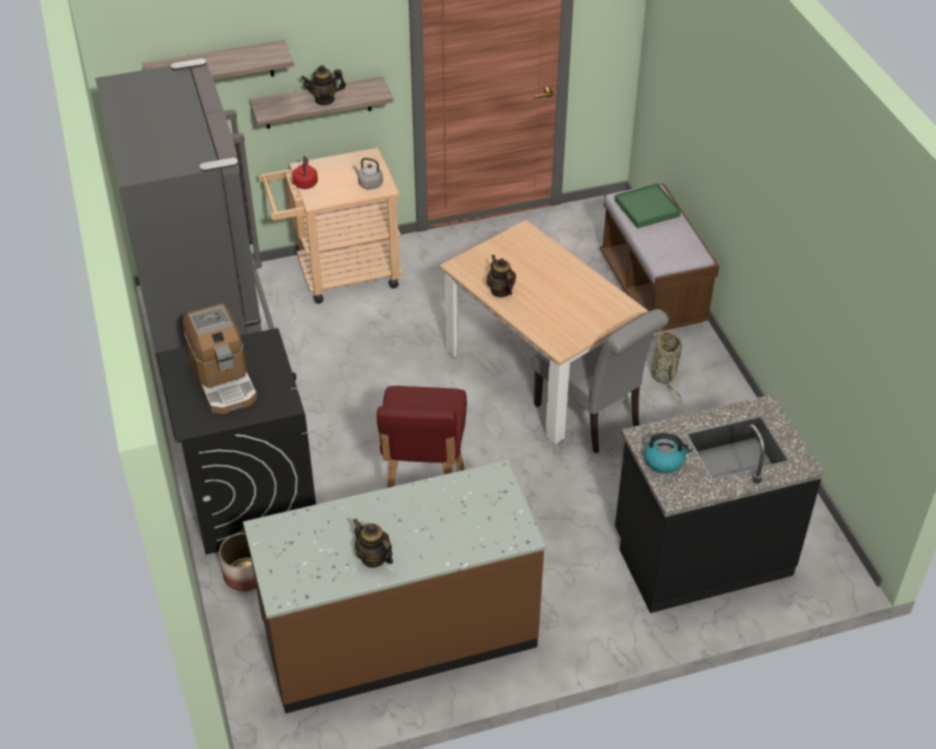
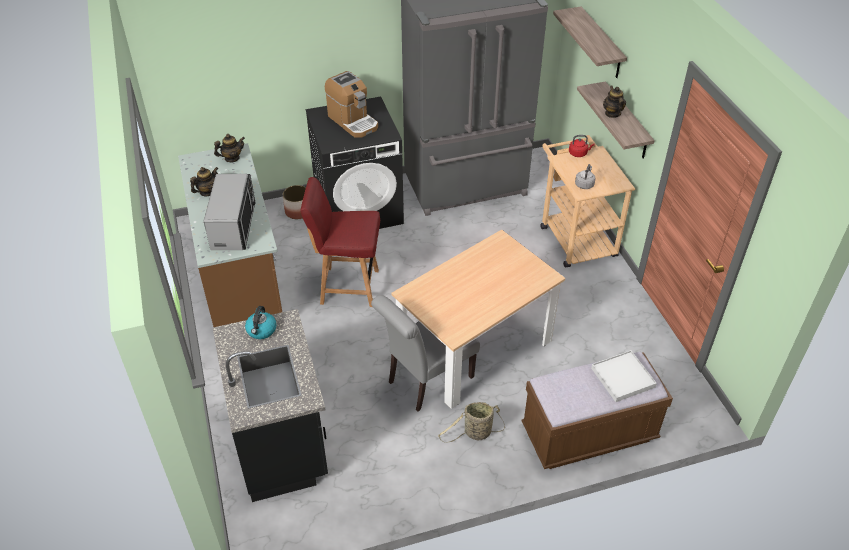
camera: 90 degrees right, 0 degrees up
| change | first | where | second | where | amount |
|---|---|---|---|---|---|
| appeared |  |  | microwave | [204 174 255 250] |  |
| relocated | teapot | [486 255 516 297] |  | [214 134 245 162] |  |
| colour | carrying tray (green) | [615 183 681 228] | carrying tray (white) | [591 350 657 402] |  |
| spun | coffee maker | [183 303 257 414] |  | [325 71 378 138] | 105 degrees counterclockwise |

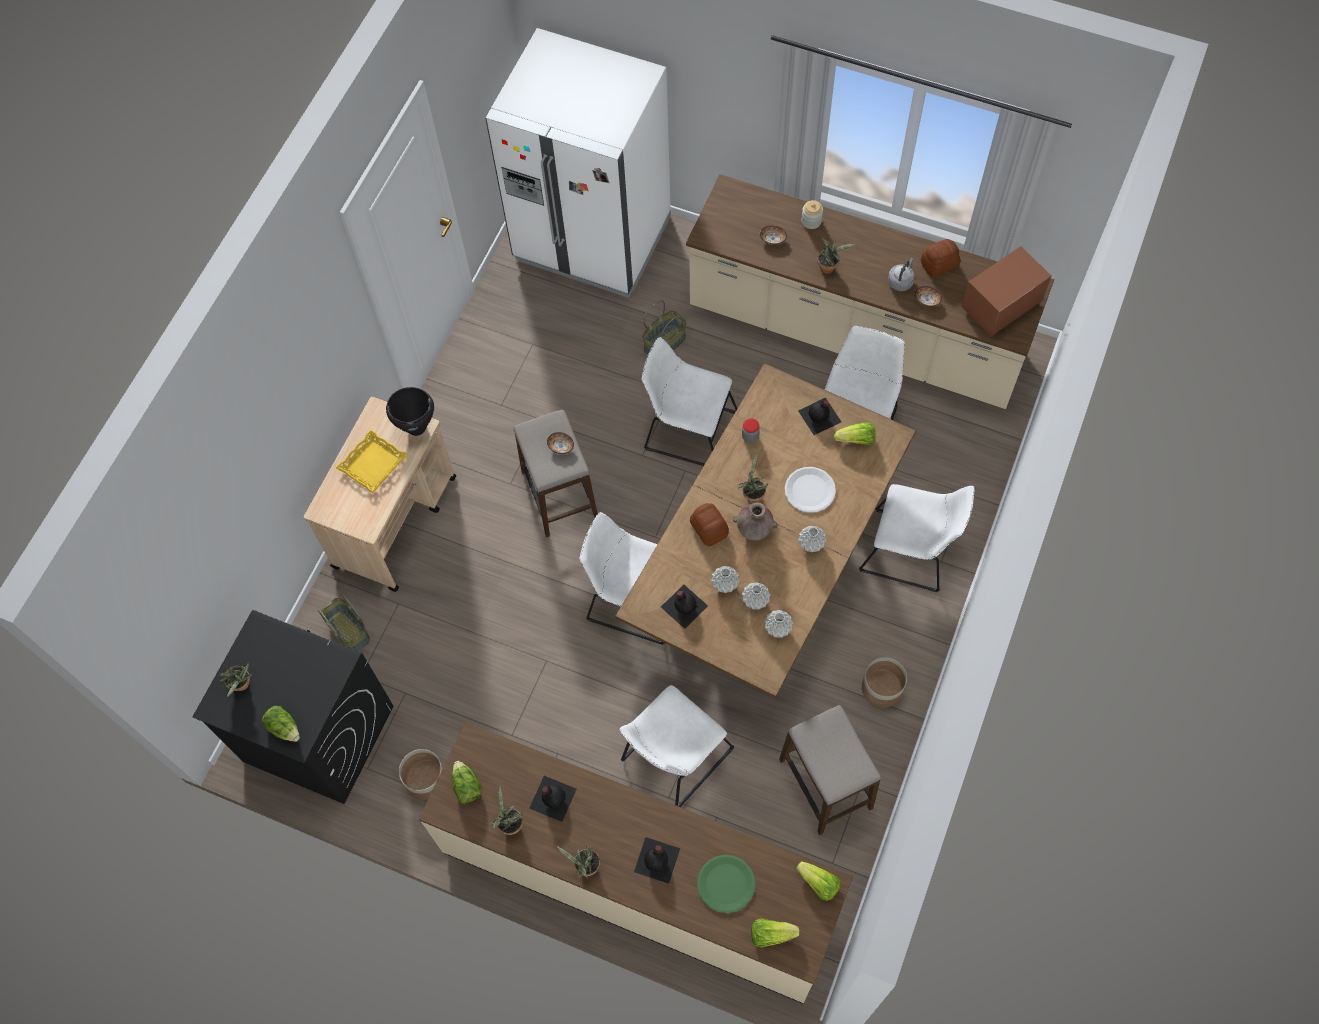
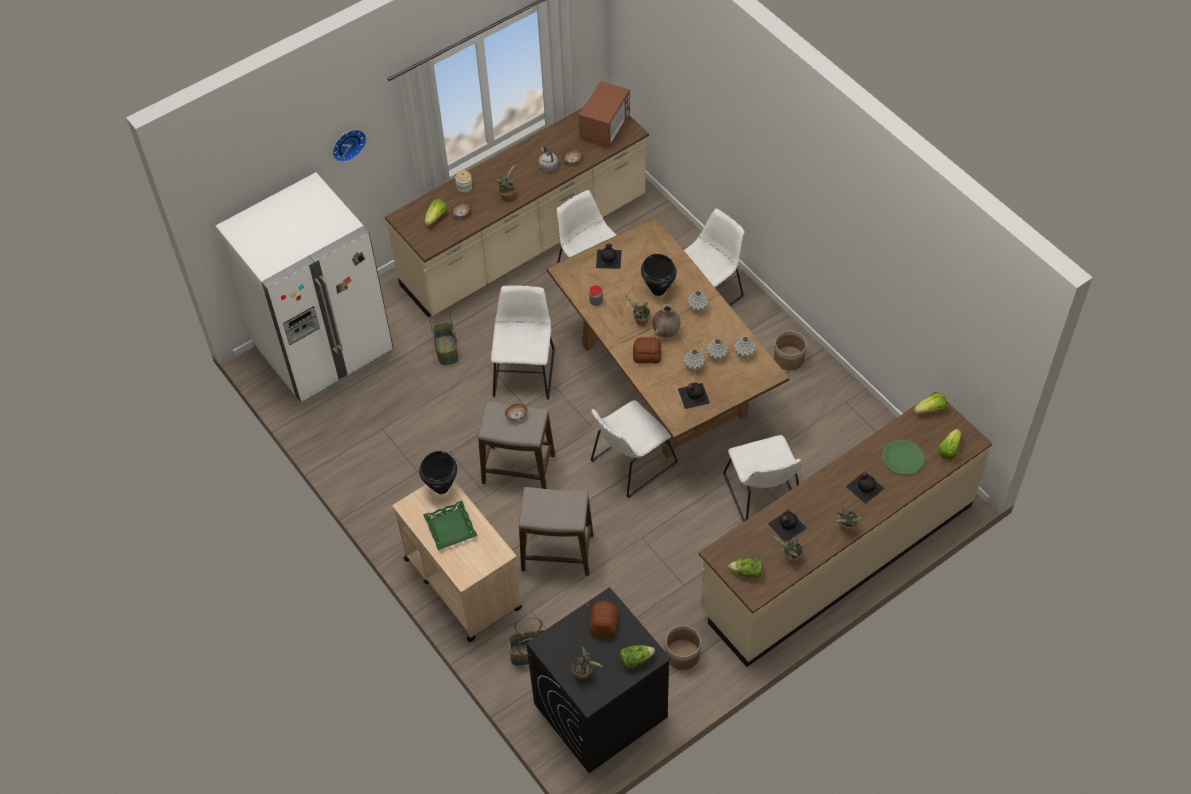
camera: 60 degrees left, 10 degrees down
| change | first | where | second | where | amount |
|---|---|---|---|---|---|
| appeared |  |  | clock on the wall | [332 129 366 162] |  |
| relocated | stool seat | [779 705 881 835] |  | [519 487 593 576] |  |
| relocated | head of lettuce | [834 422 875 445] |  | [424 199 447 226] |  |
| relocated | baked bread | [921 239 960 277] |  | [590 601 617 638] |  |
| exchanged | dinner plate (white) | [785 467 836 513] | saucepot (blackish) | [641 254 677 296] |  |
| colour | carrying tray (yellowish) | [336 430 408 493] | carrying tray (green) | [423 501 478 550] |  |
| spun | chair (white) | [641 337 737 466] |  | [491 285 555 400] | 135 degrees clockwise |
| spun | microwave | [961 246 1051 336] |  | [578 81 630 147] | 150 degrees counterclockwise |

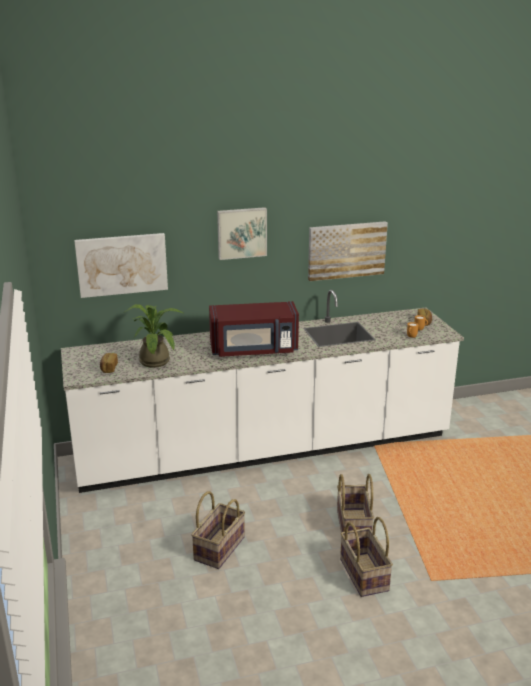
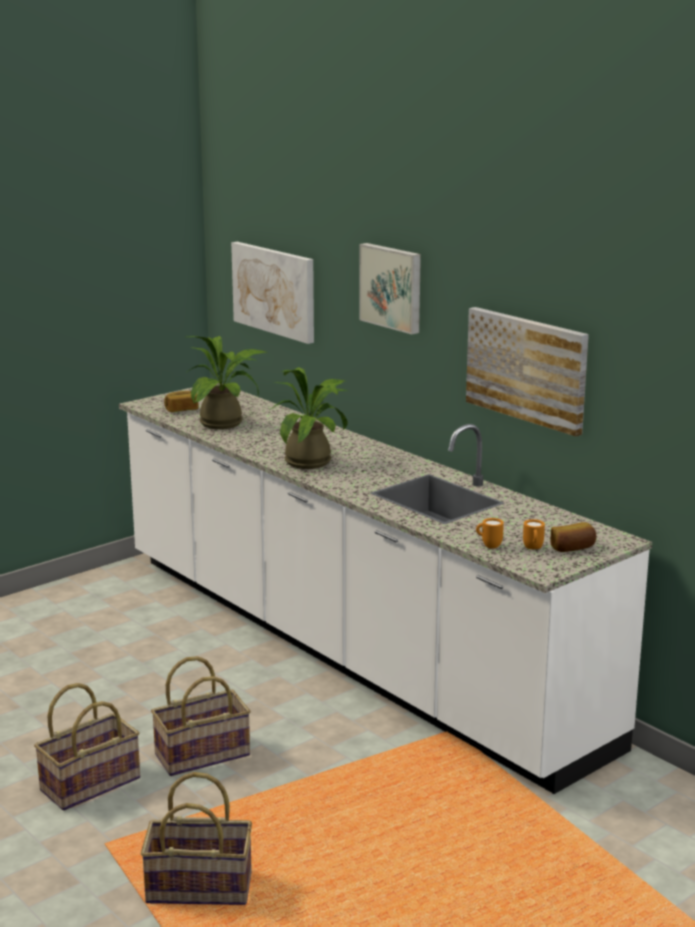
camera: 65 degrees right, 5 degrees down
| change | first | where | second | where | amount |
|---|---|---|---|---|---|
| relocated | basket | [191 491 245 569] |  | [140 772 252 905] |  |
| exchanged | microwave (reddish) | [209 301 299 357] | houseplant | [269 367 348 469] |  |

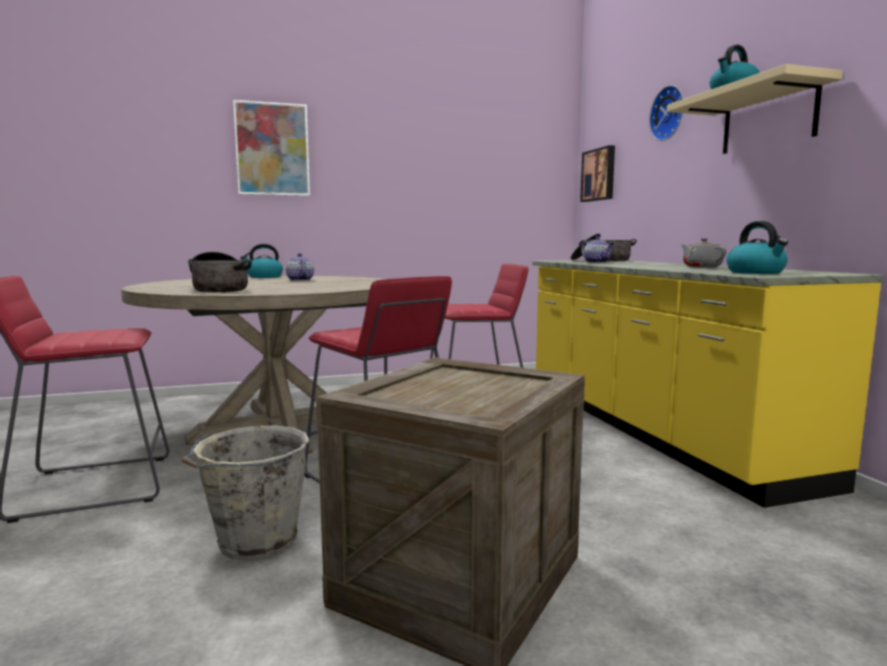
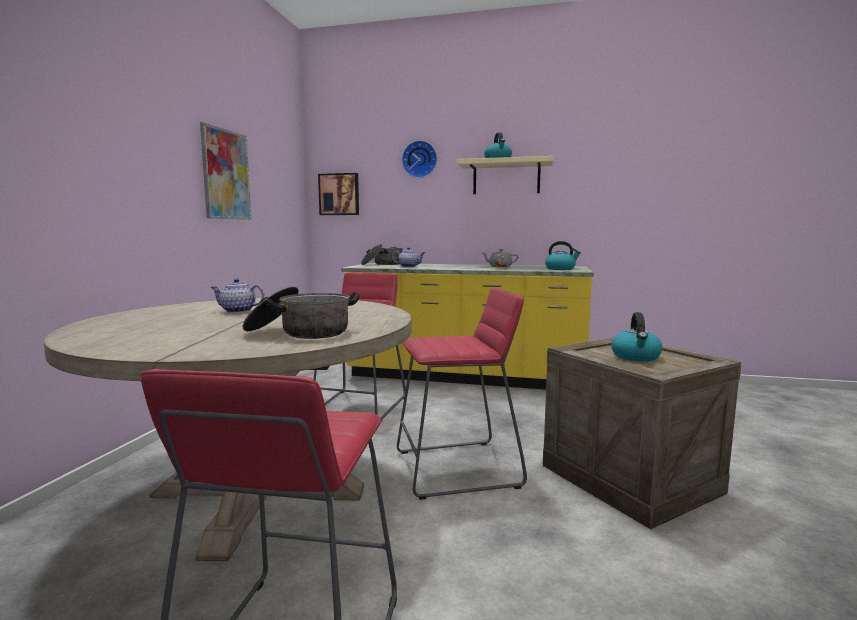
camera: 60 degrees left, 0 degrees up
| change | first | where | second | where | amount |
|---|---|---|---|---|---|
| missing | water bucket (gray) | [182 426 310 561] |  |  |  |
| relocated | wall art | [233 100 310 196] |  | [200 122 251 220] |  |
| relocated | kettle | [240 244 283 278] |  | [611 312 663 362] |  |

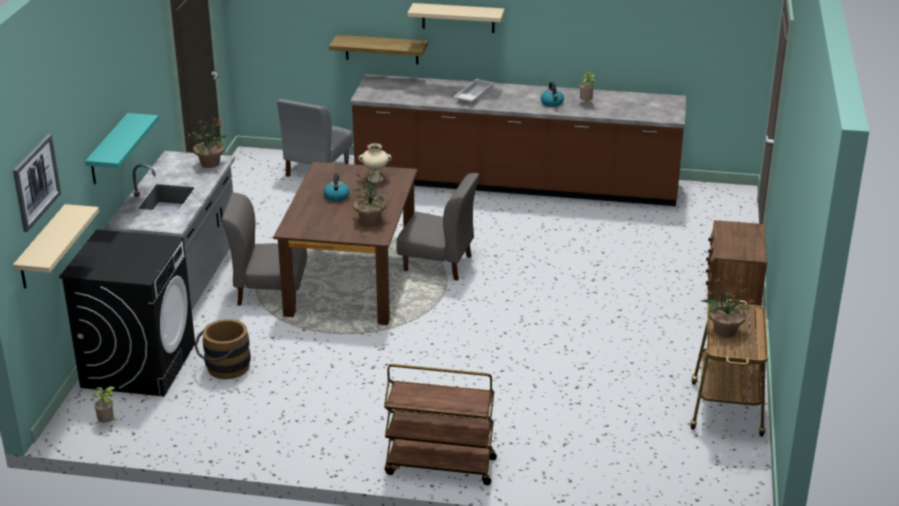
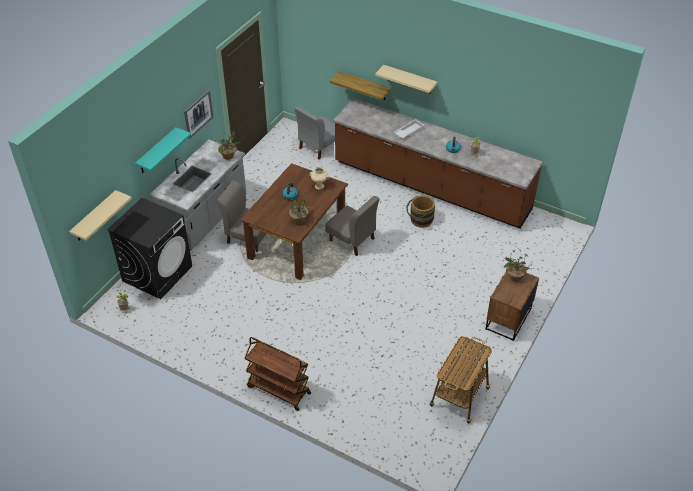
camera: 20 degrees right, 15 degrees up
| change | first | where | second | where | amount |
|---|---|---|---|---|---|
| relocated | wall art | [13 134 61 232] |  | [184 90 213 139] |  |
| relocated | water bucket (brown) | [194 319 251 379] |  | [406 195 435 228] |  |
| relocated | houseplant | [702 275 754 338] |  | [504 249 529 282] |  |

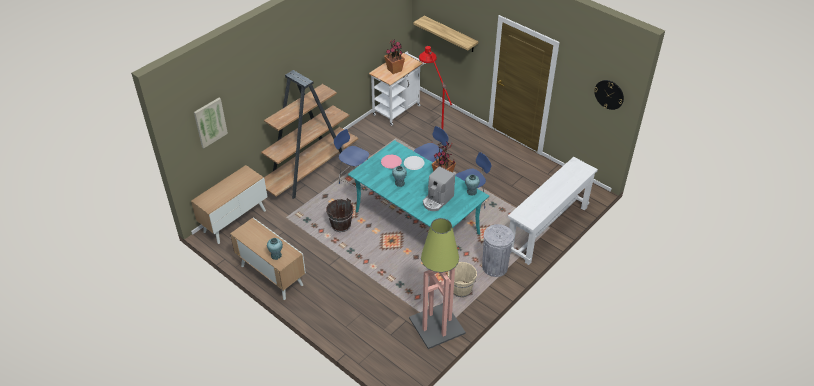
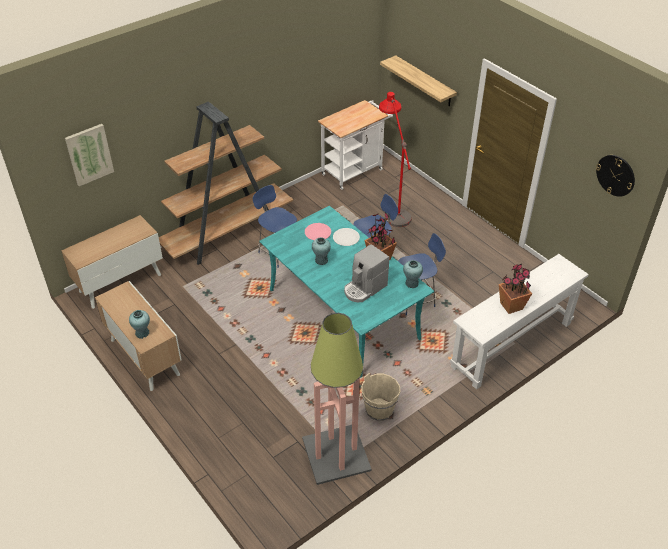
camera: 10 degrees right, 0 degrees up
| change | first | where | second | where | amount |
|---|---|---|---|---|---|
| missing | water bucket (brown) | [326 198 353 232] |  |  |  |
| missing | trash can (gray) | [482 224 514 277] |  |  |  |
| relocated | houseplant | [384 39 405 74] |  | [499 264 532 314] |  |

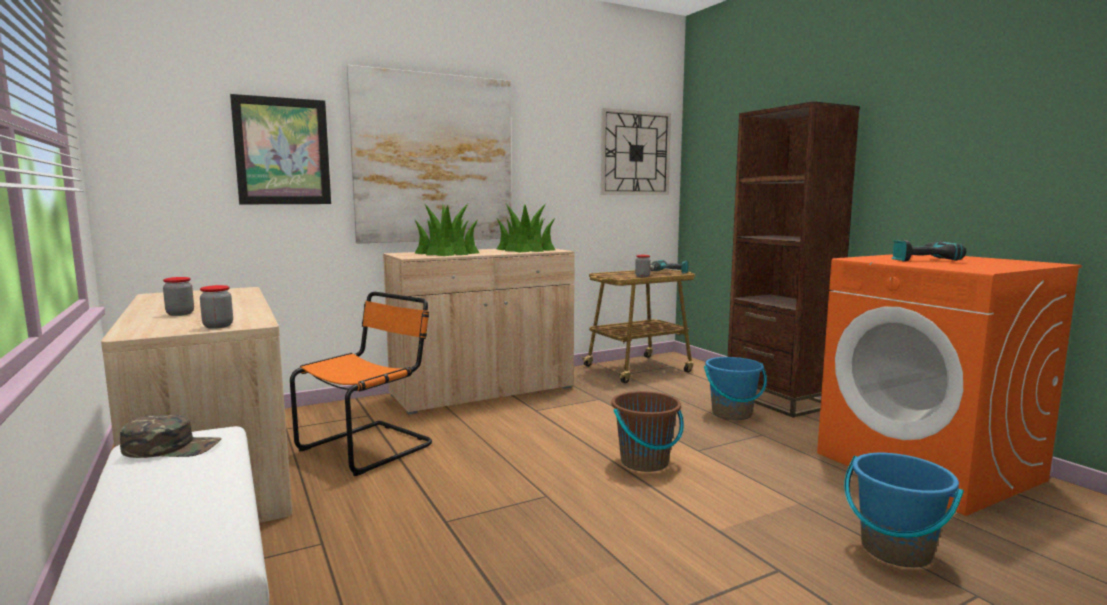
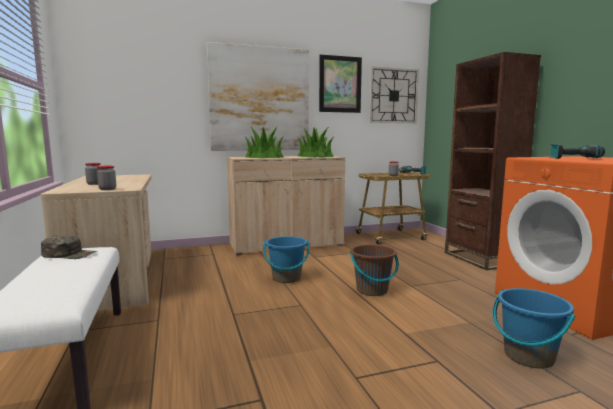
camera: 10 degrees right, 0 degrees up
| change | first | where | second | where | amount |
|---|---|---|---|---|---|
| missing | chair (orange) | [290 292 432 476] |  |  |  |
| relocated | wall art | [230 94 331 204] |  | [319 55 362 113] |  |
| relocated | water bucket (blue) | [704 357 767 420] |  | [263 236 310 283] |  |

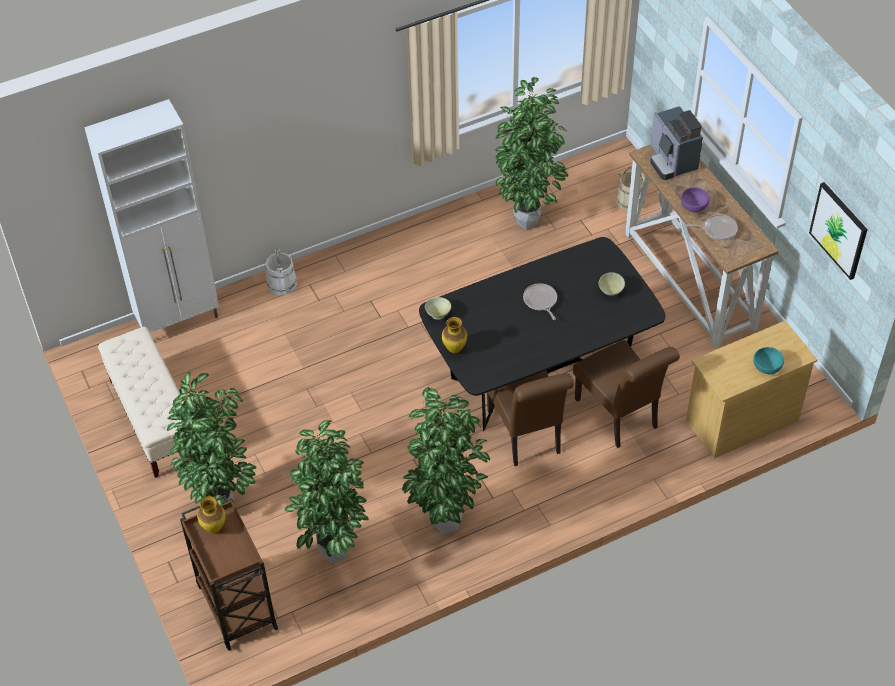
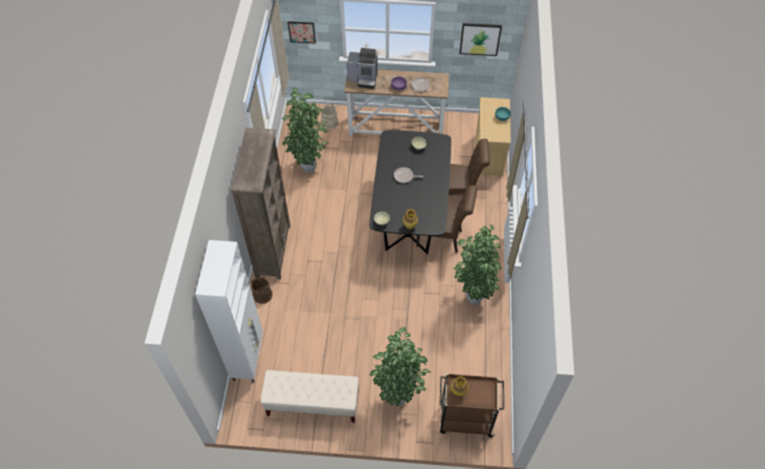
camera: 60 degrees left, 5 degrees up
| change | first | where | second | where | amount |
|---|---|---|---|---|---|
| missing | houseplant | [284 420 369 564] |  |  |  |
| appeared |  |  | shelving unit (brown) | [231 128 290 279] |  |
| appeared |  |  | wall art | [288 21 316 44] |  |
| colour | water bucket (white) | [265 248 297 295] | water bucket (brown) | [251 278 272 304] |  |

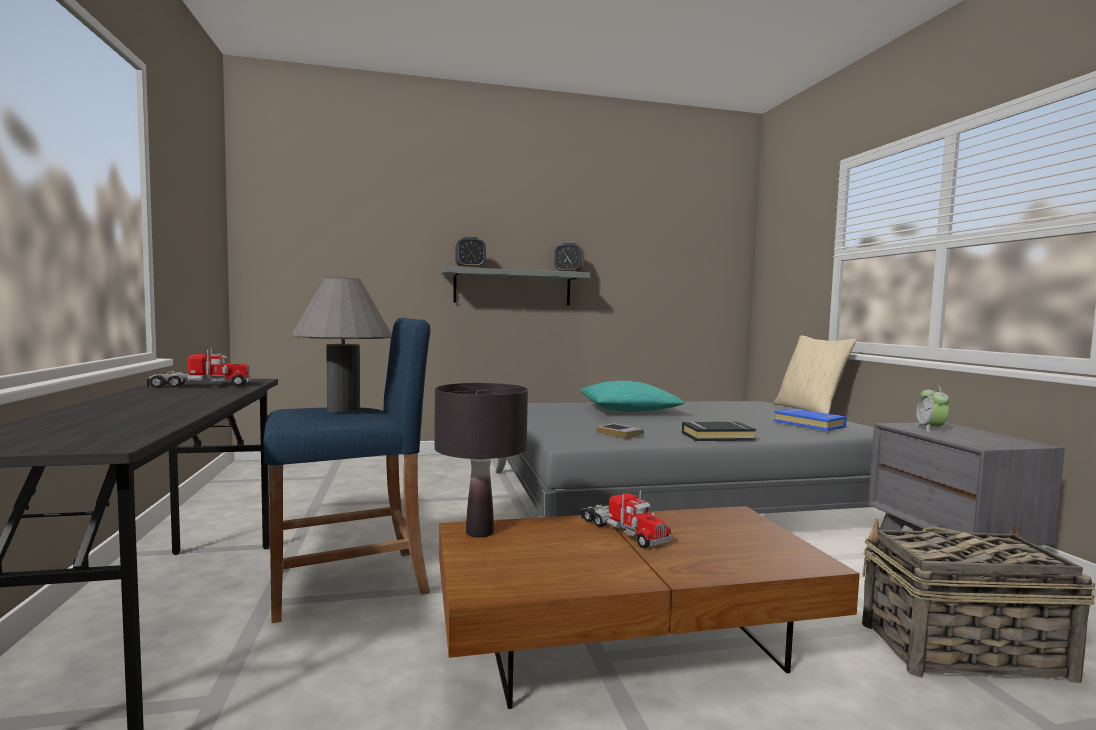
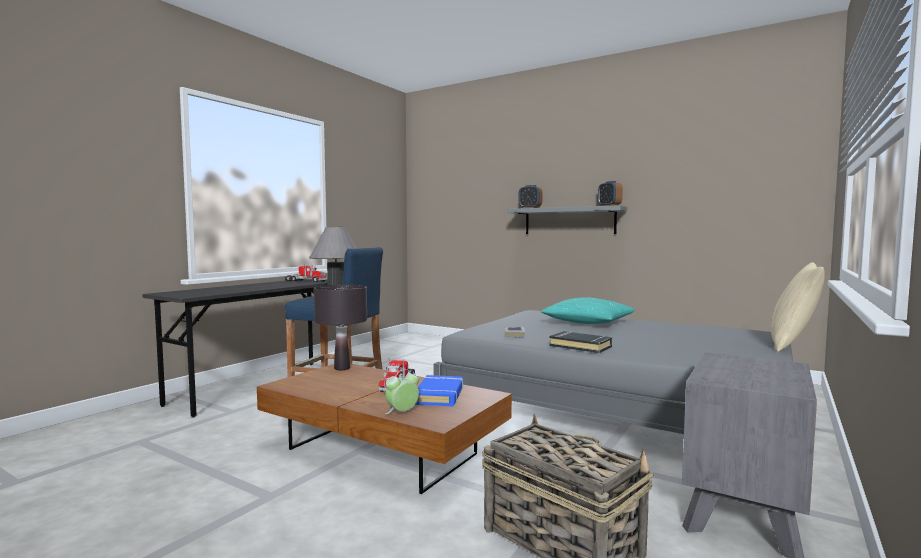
camera: 45 degrees right, 0 degrees up
| change | first | where | second | where | amount |
|---|---|---|---|---|---|
| relocated | book (blue) | [774 408 847 431] |  | [415 375 463 406] |  |
| relocated | table clock | [915 385 949 432] |  | [385 369 419 414] |  |

